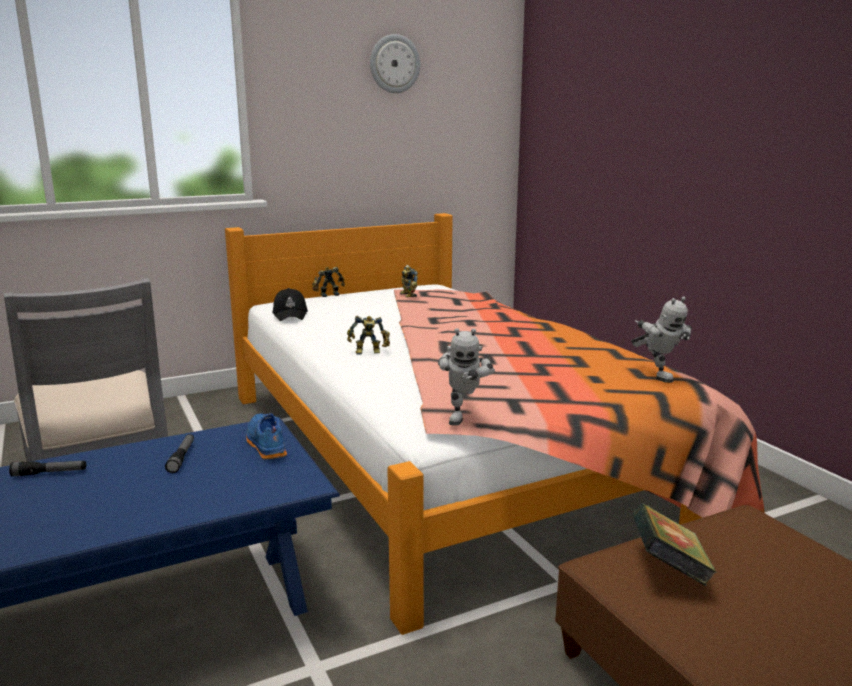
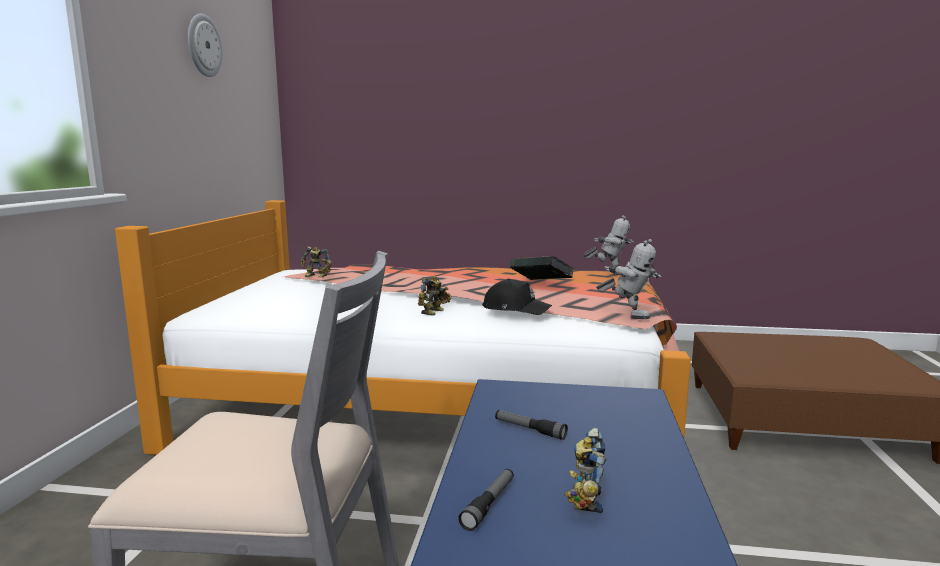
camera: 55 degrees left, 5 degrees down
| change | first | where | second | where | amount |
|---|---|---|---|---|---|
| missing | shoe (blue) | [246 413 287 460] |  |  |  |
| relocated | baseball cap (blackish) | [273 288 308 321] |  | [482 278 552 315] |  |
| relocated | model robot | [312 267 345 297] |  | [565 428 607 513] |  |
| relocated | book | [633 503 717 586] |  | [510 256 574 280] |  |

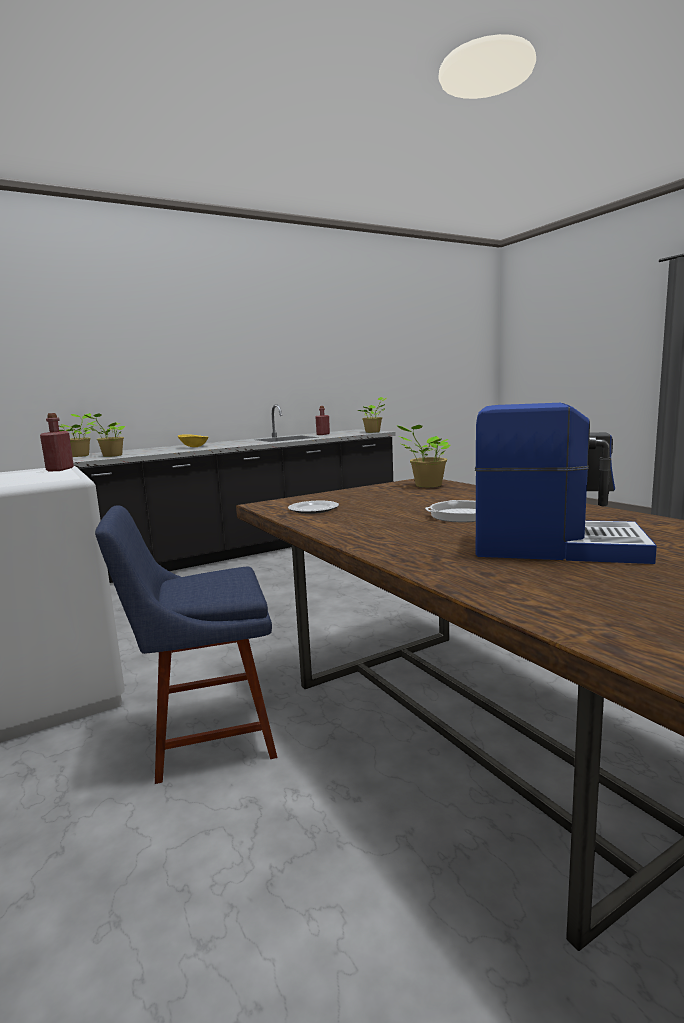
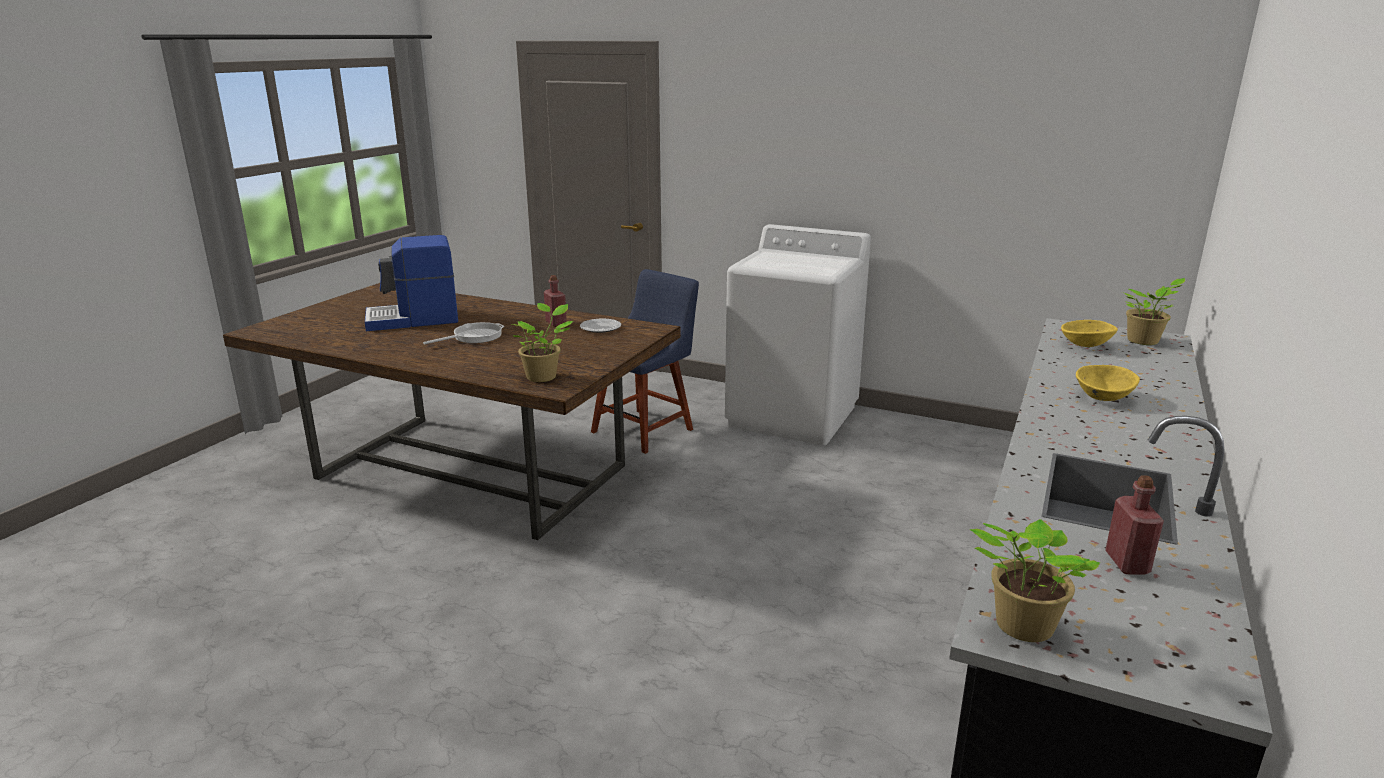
camera: 145 degrees right, 10 degrees up
| change | first | where | second | where | amount |
|---|---|---|---|---|---|
| relocated | beverage bottle (reddish) | [40 413 74 472] |  | [544 275 567 327] |  |
| exchanged | houseplant | [83 413 125 457] | bowl (yellowish) | [1061 320 1118 347] |  |

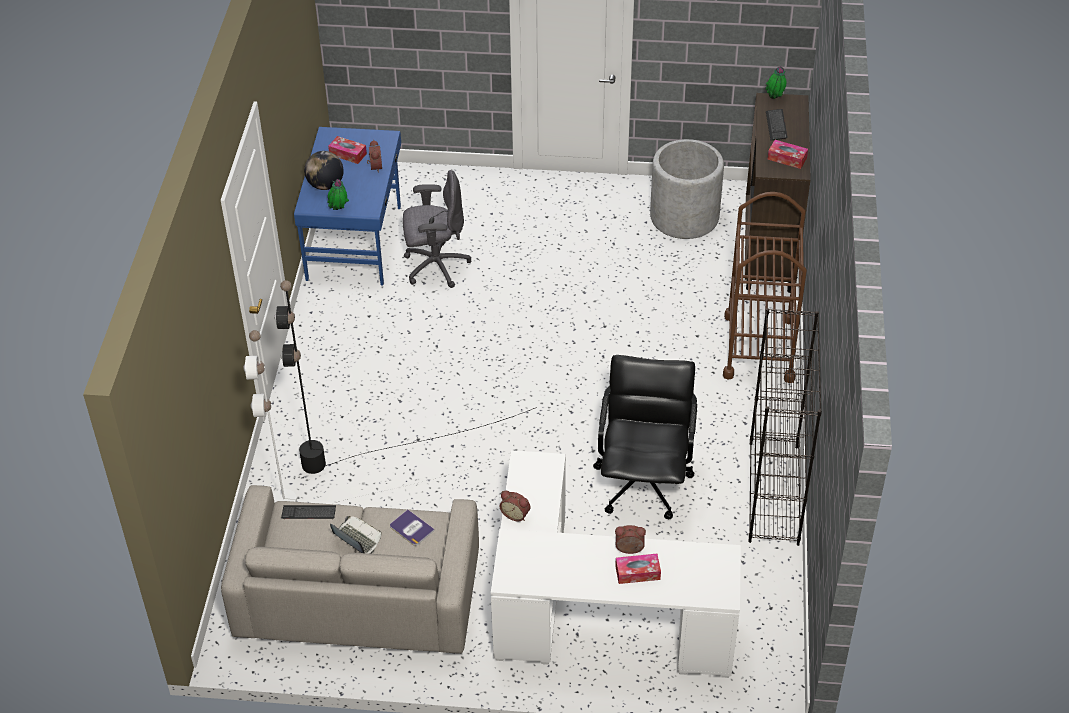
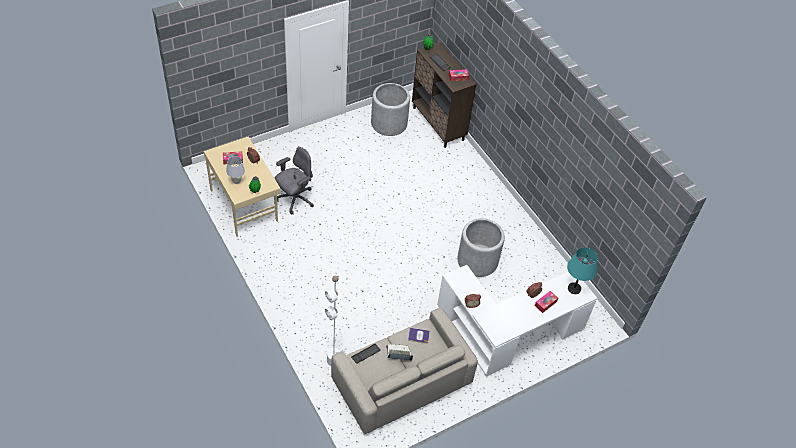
camera: 40 degrees left, 5 degrees up
| change | first | where | second | where | amount |
|---|---|---|---|---|---|
| missing | standing lamp (blackish) | [274 280 537 474] |  |  |  |
| missing | cart (brown) | [723 192 807 383] |  |  |  |
| missing | shelving unit (blackish) | [748 308 822 546] |  |  |  |
| appeared |  |  | tabletop lamp (blue-green) | [567 247 598 294] |  |
| exchanged | desk globe | [304 151 344 190] | tabletop lamp (white) | [226 156 245 184] |  |
| exchanged | computer chair (blackish) | [593 355 697 520] | planter (gray) | [457 218 505 277] |  |
| colour | desk table (blue) | [294 127 401 285] | desk table (beige-coloured) | [204 137 281 237] |  |

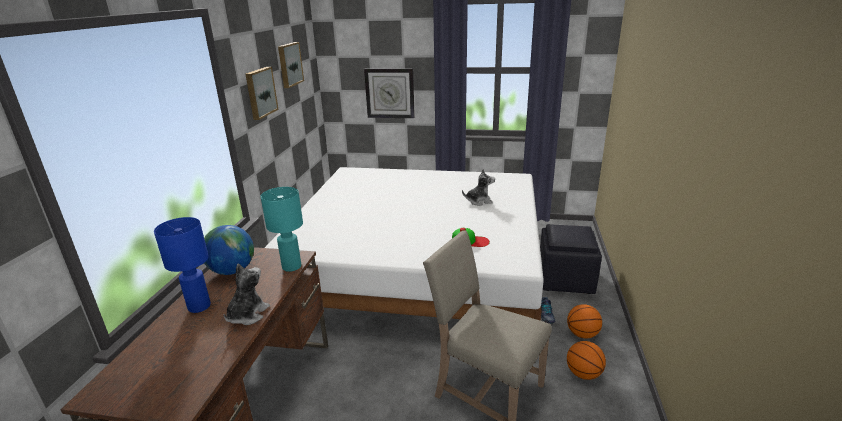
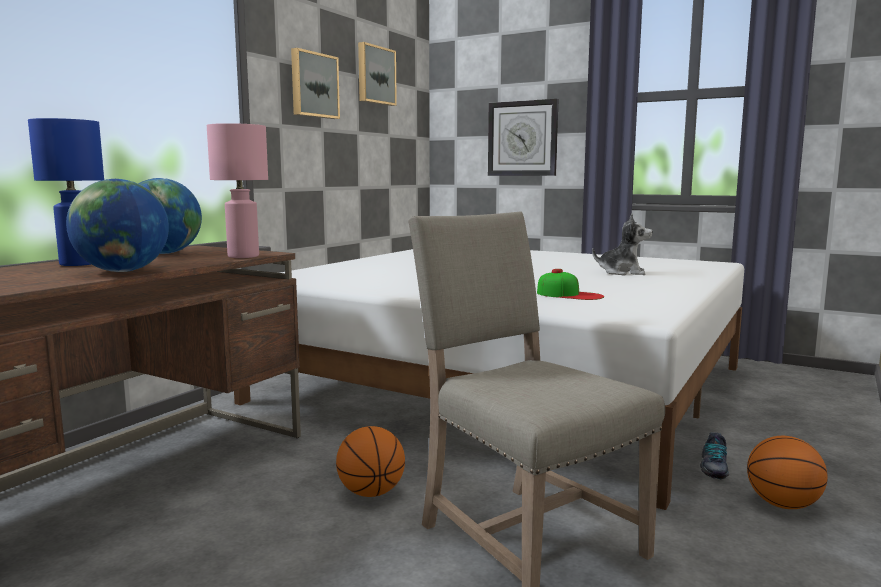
camera: 20 degrees right, 15 degrees down
| change | first | where | second | where | amount |
|---|---|---|---|---|---|
| missing | footrest (blackish) | [540 224 602 294] |  |  |  |
| relocated | basketball | [567 341 606 380] |  | [336 426 405 497] |  |
| exchanged | soft toy | [224 263 270 325] | desk globe | [66 179 169 272] |  |
| colour | tabletop lamp (blue-green) | [261 187 303 272] | tabletop lamp (pink) | [207 123 268 258] |  |

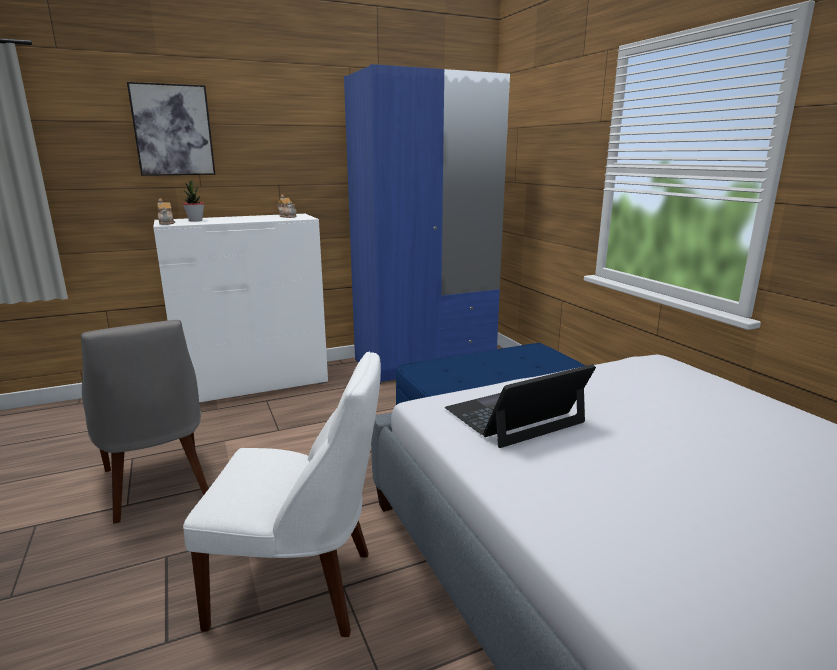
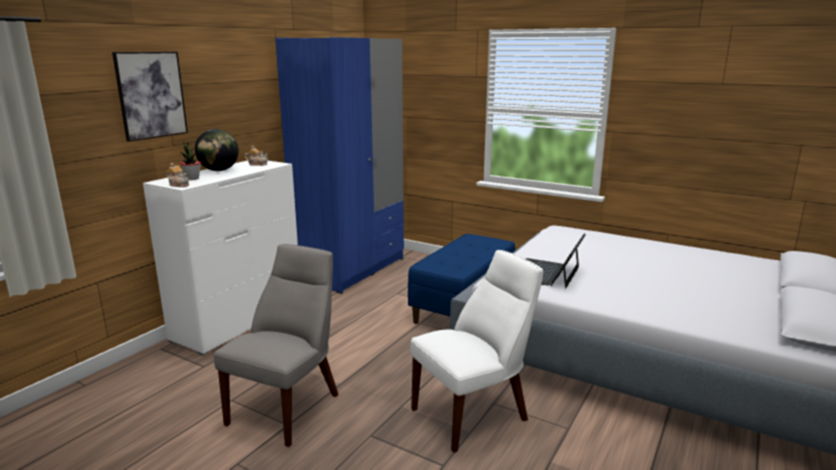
camera: 35 degrees left, 0 degrees up
| change | first | where | second | where | amount |
|---|---|---|---|---|---|
| appeared |  |  | desk globe | [195 129 239 171] |  |
| spun | chair (gray) | [81 320 209 524] |  | [214 244 339 447] | 90 degrees counterclockwise |

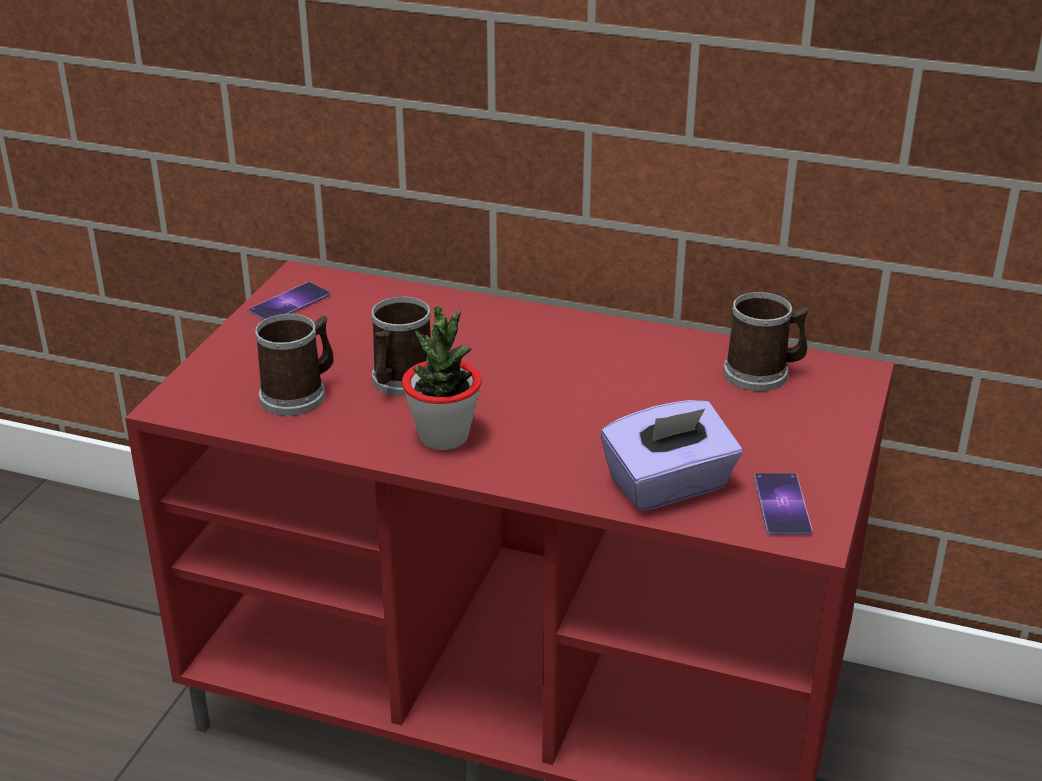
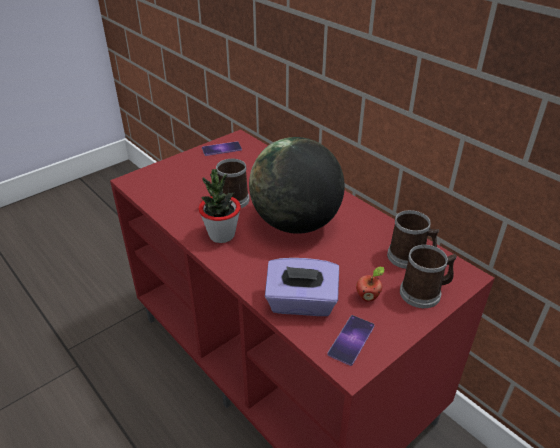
camera: 30 degrees right, 5 degrees up
| change | first | where | second | where | amount |
|---|---|---|---|---|---|
| appeared |  |  | desk globe | [249 137 345 234] |  |
| appeared |  |  | apple | [356 267 384 302] |  |
| relocated | mug | [255 314 334 416] |  | [400 245 457 308] |  |

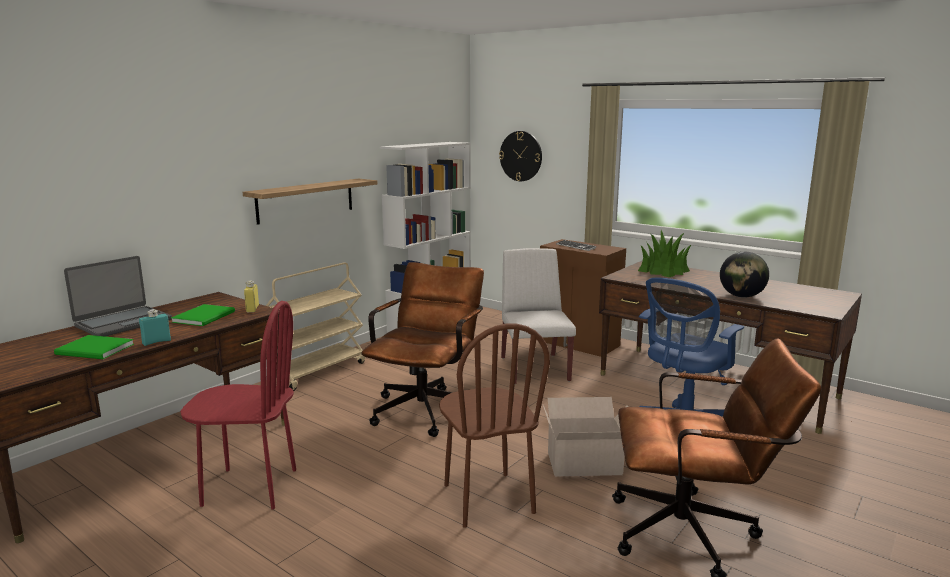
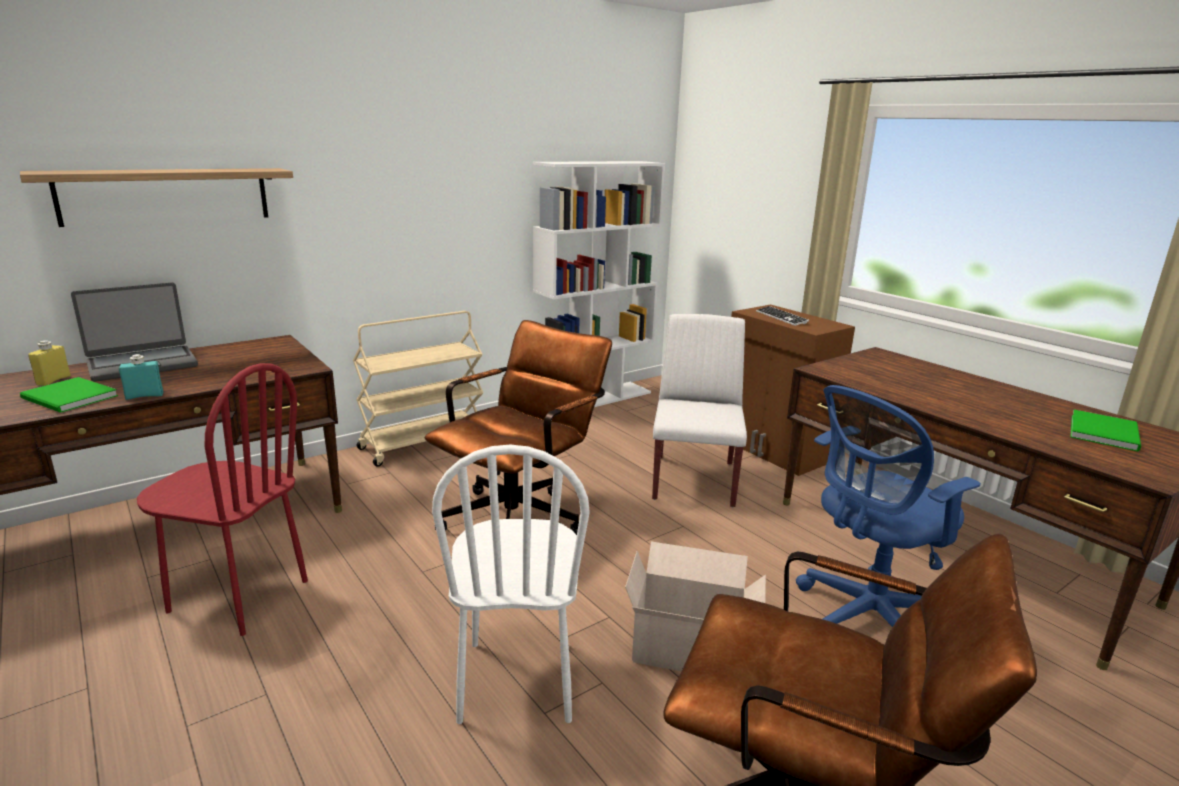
camera: 15 degrees right, 5 degrees up
| change | first | where | second | where | amount |
|---|---|---|---|---|---|
| missing | clock on the wall | [499 131 542 181] |  |  |  |
| missing | houseplant | [638 230 692 277] |  |  |  |
| missing | desk globe | [720 252 769 298] |  |  |  |
| relocated | book (green) | [171 304 235 326] |  | [1070 410 1141 451] |  |
| relocated | bracket shelf | [243 179 377 225] |  | [20 168 293 227] |  |
| relocated | beverage bottle (yellowish) | [244 281 259 312] |  | [28 340 71 386] |  |
| colour | chair (brown) | [439 323 550 528] | chair (white) | [432 445 590 724] |  |

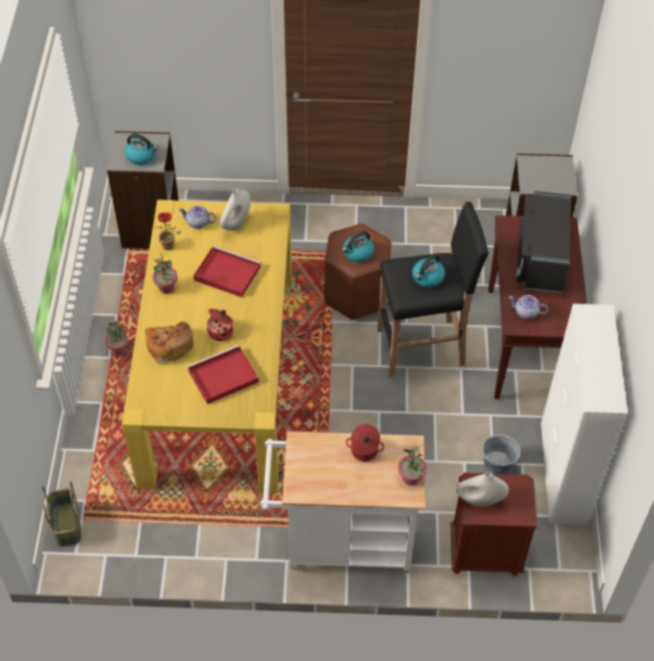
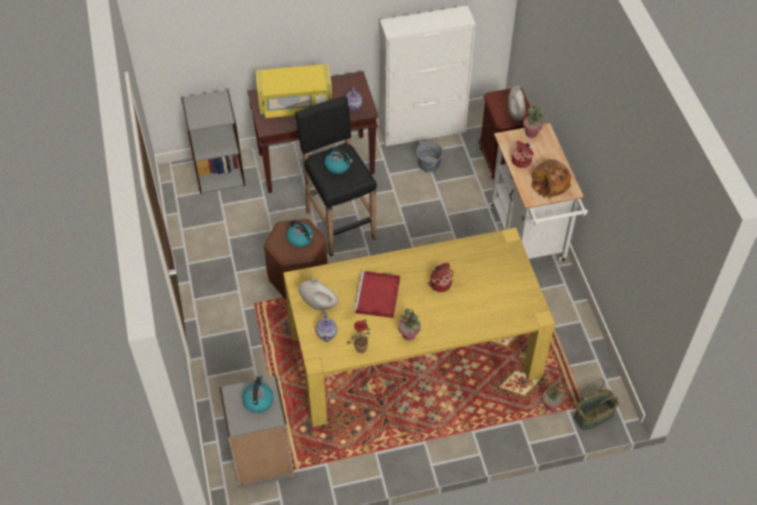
camera: 105 degrees left, 0 degrees up
| change | first | where | second | where | amount |
|---|---|---|---|---|---|
| missing | carrying tray (reddish) | [187 345 259 404] |  |  |  |
| relocated | houseplant | [105 321 129 355] |  | [542 381 564 411] |  |
| relocated | baked bread | [145 321 194 363] |  | [531 159 571 198] |  |
| colour | microwave (blackish) | [516 191 571 293] | microwave (yellowish) | [255 64 332 118] |  |

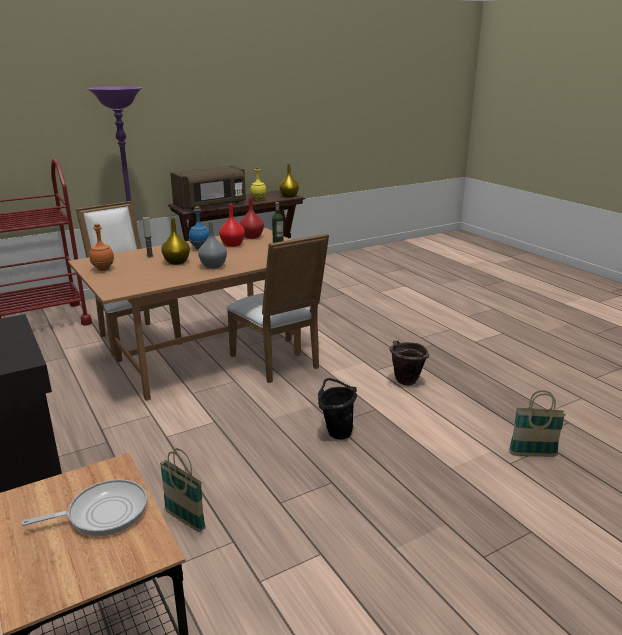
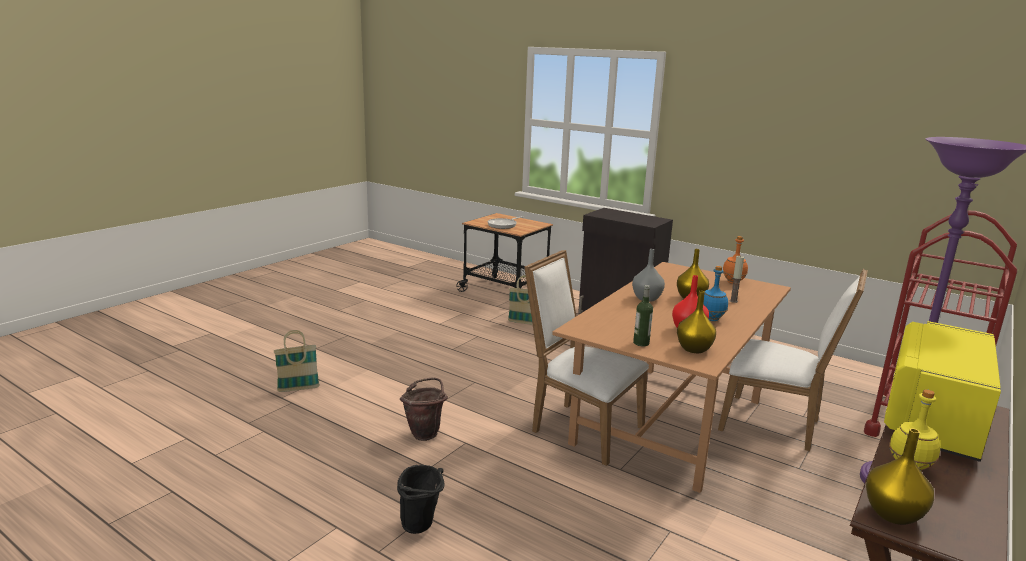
camera: 155 degrees right, 5 degrees down
| change | first | where | second | where | amount |
|---|---|---|---|---|---|
| relocated | water bucket (blackish) | [318 378 357 440] |  | [397 465 444 534] |  |
| colour | microwave (brown) | [170 166 246 210] | microwave (yellowish) | [884 321 1001 462] |  |
| colour | flower vase (reddish) | [240 197 264 239] | flower vase (yellowish) | [677 291 716 353] |  |

